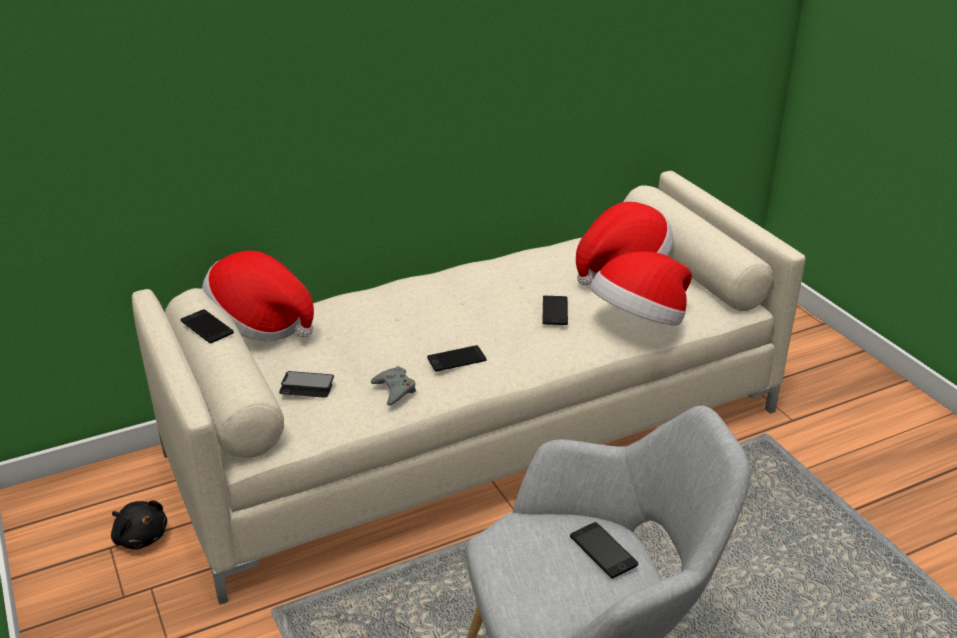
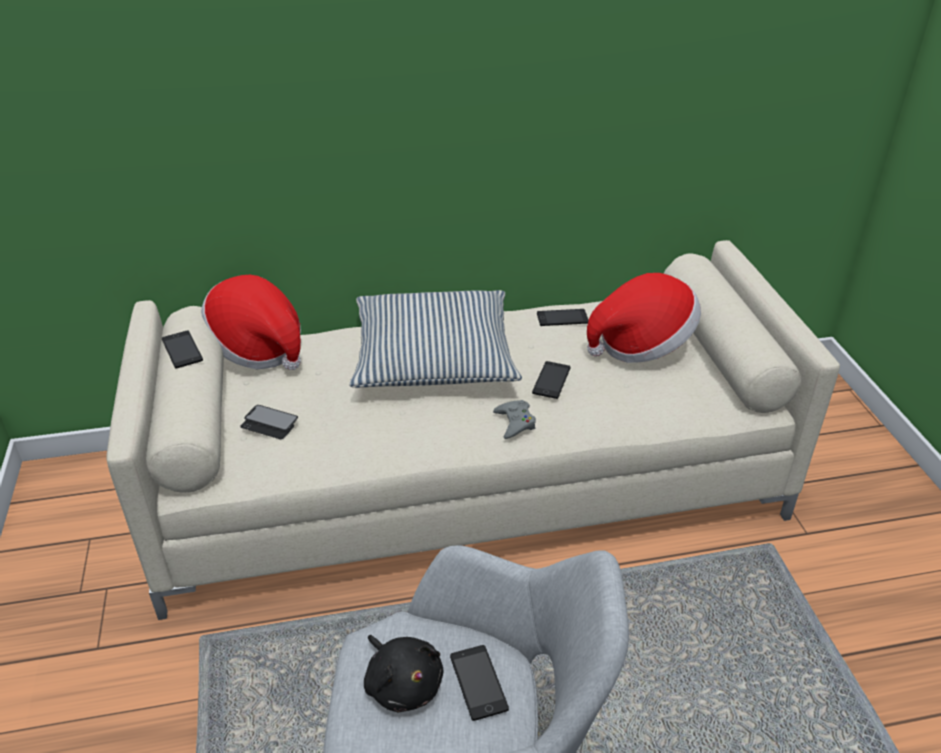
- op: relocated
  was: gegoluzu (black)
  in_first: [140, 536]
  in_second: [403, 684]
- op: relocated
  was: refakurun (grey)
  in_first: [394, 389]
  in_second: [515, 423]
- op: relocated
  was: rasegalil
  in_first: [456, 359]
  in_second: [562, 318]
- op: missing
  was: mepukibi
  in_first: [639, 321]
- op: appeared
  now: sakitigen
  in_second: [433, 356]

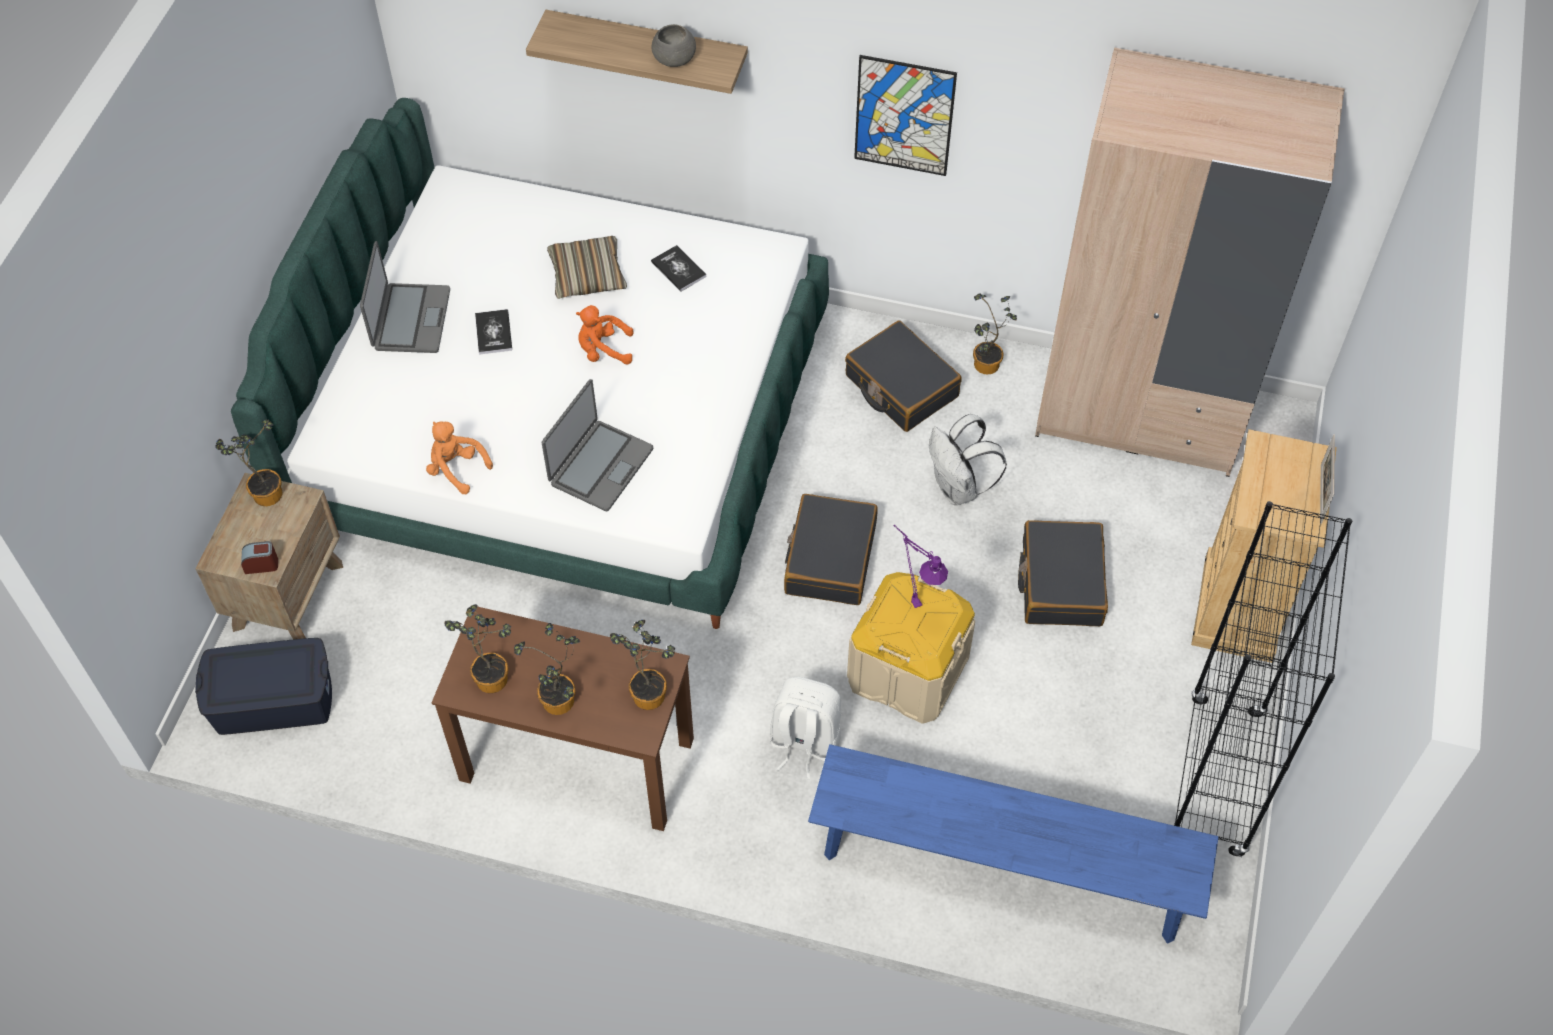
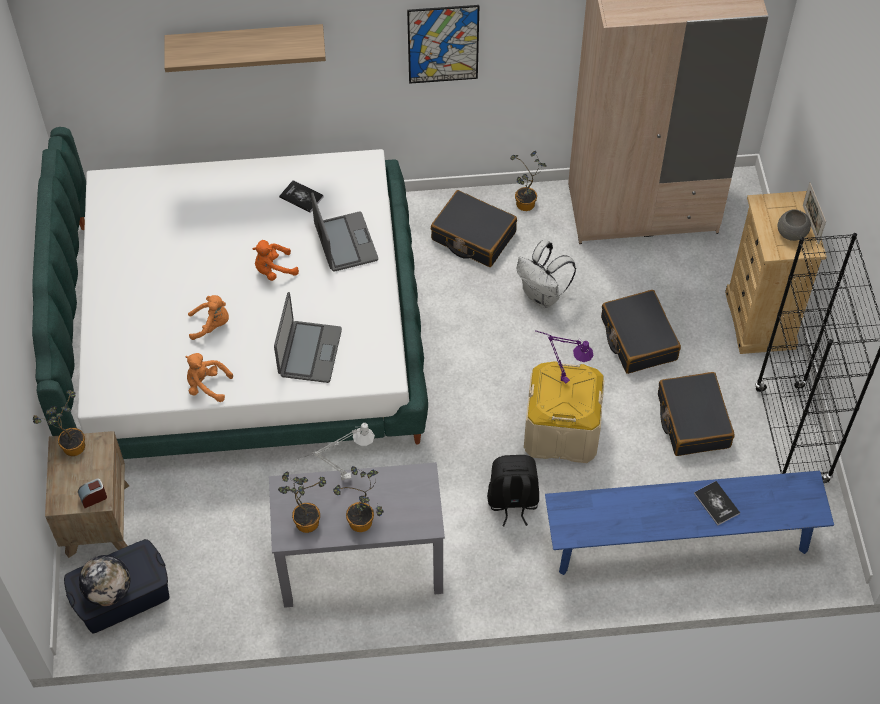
- op: relocated
  was: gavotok
  in_first: [410, 319]
  in_second: [345, 243]
- op: colour
  was: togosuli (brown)
  now: togosuli (grey)
  in_first: [576, 759]
  in_second: [360, 565]
- op: relocated
  was: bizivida
  in_first: [493, 332]
  in_second: [716, 503]
- op: missing
  was: sakitigen
  in_first: [587, 275]
- op: missing
  was: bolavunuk
  in_first: [649, 691]
- op: relocated
  was: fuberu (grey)
  in_first: [673, 59]
  in_second: [791, 233]
- op: colour
  was: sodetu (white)
  now: sodetu (black)
  in_first: [804, 742]
  in_second: [512, 502]
- op: relocated
  was: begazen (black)
  in_first: [829, 559]
  in_second: [692, 421]
- op: appeared
  now: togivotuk
  in_second: [109, 591]
- op: appeared
  now: gegoluzu (orange)
  in_second: [212, 325]
- op: appeared
  now: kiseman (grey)
  in_second: [337, 480]

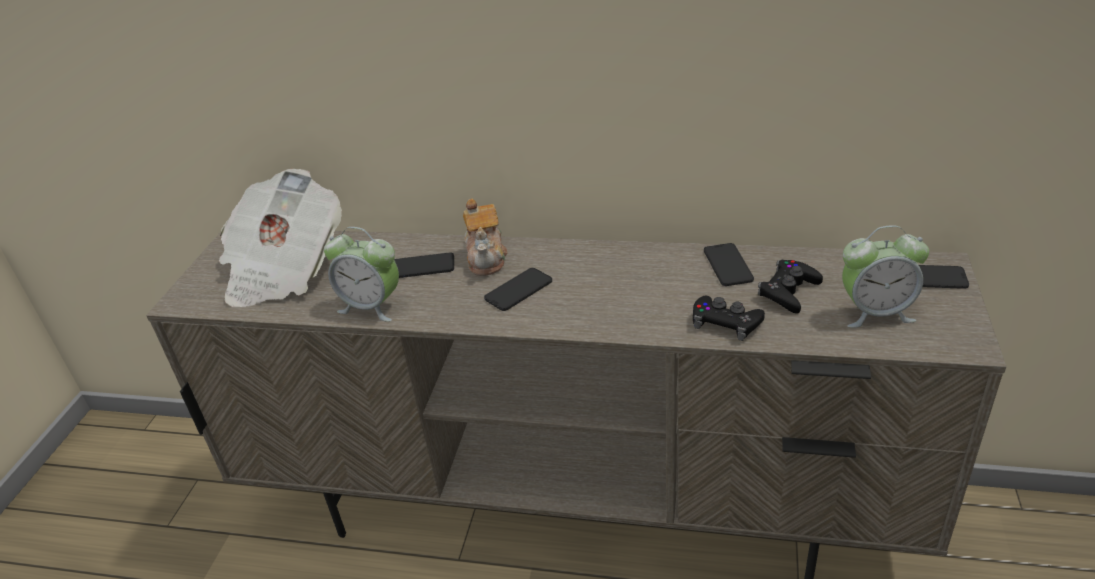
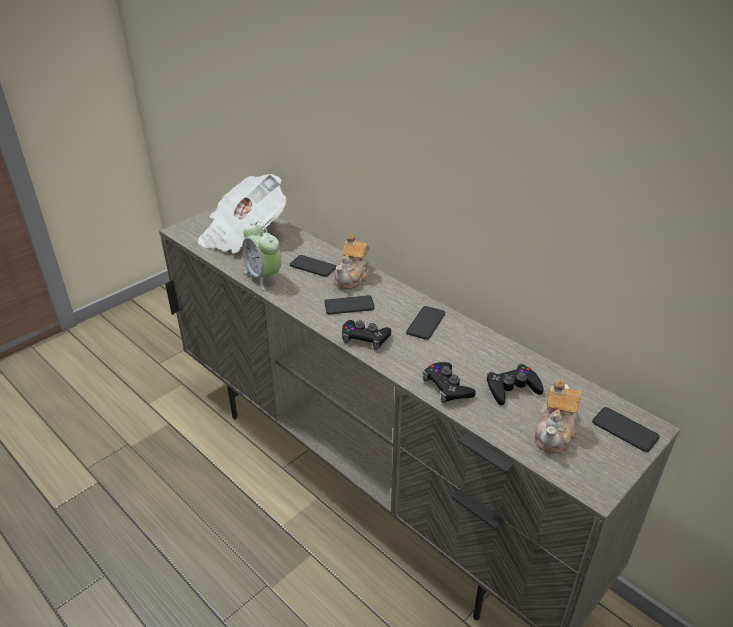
- op: relocated
  was: rasegalil
  in_first: [728, 265]
  in_second: [426, 323]
- op: exchanged
  was: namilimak
  now: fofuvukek
  in_first: [875, 312]
  in_second: [555, 432]
- op: appeared
  now: refakurun (black)
  in_second: [365, 338]

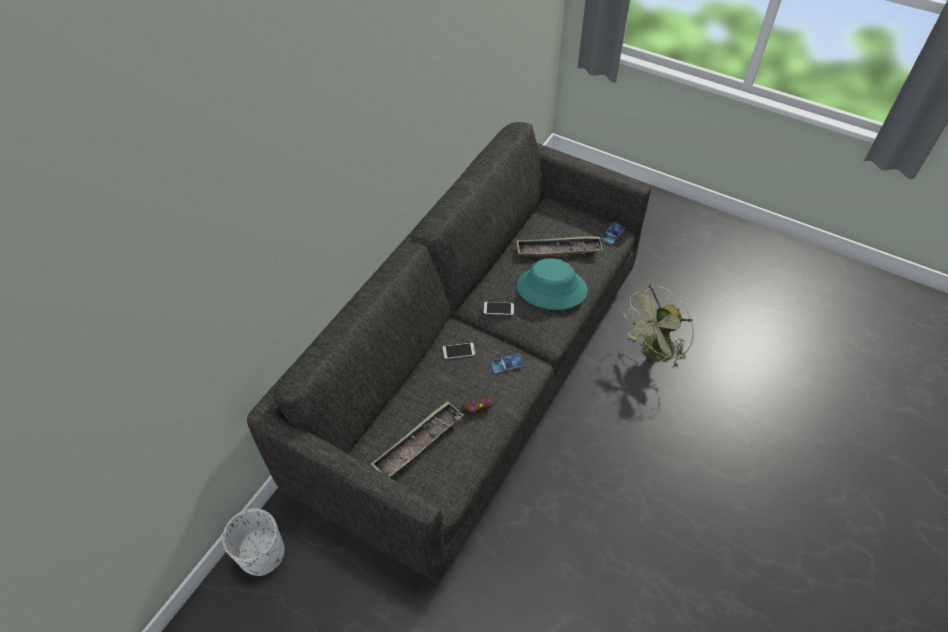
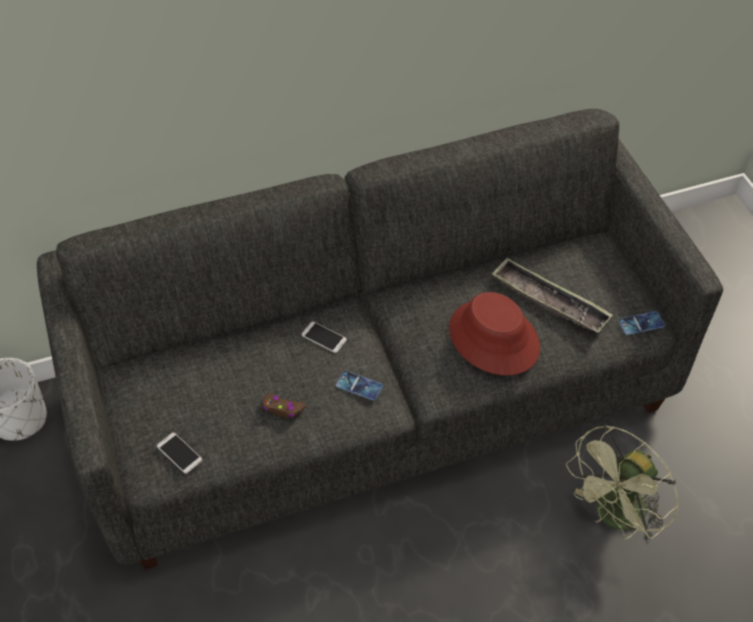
- op: missing
  was: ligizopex
  in_first: [418, 443]
- op: relocated
  was: rasegalil
  in_first: [498, 308]
  in_second: [179, 453]
- op: colour
  was: mepukibi (turquoise)
  now: mepukibi (red)
  in_first: [551, 289]
  in_second: [493, 338]
- op: spun
  was: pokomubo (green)
  in_first: [654, 353]
  in_second: [614, 517]
  clockwise: -45

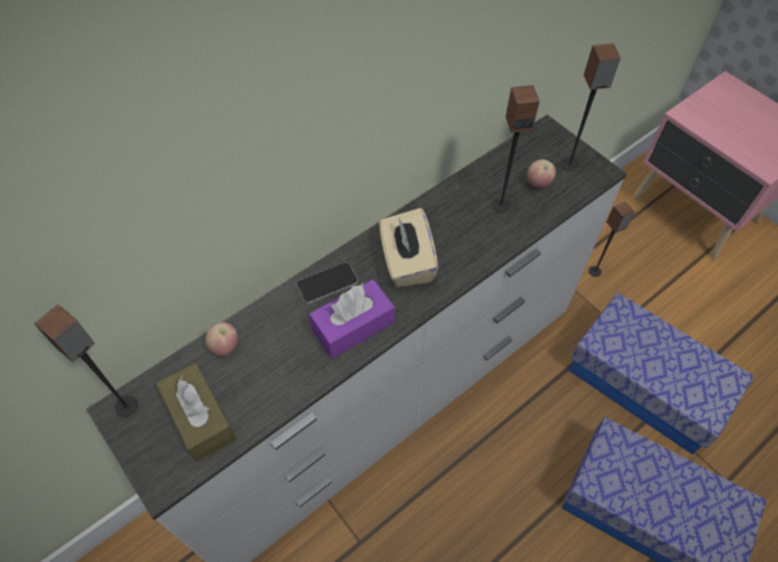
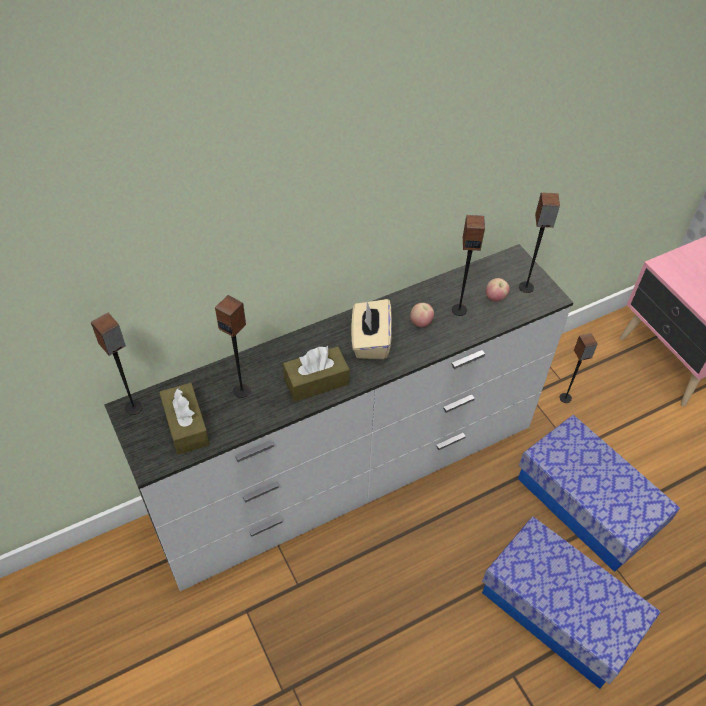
- op: relocated
  was: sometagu
  in_first: [225, 347]
  in_second: [421, 323]
- op: missing
  was: rasegalil
  in_first: [327, 283]
- op: colour
  was: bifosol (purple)
  now: bifosol (brown)
  in_first: [353, 326]
  in_second: [316, 381]
- op: appeared
  now: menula
  in_second: [242, 390]

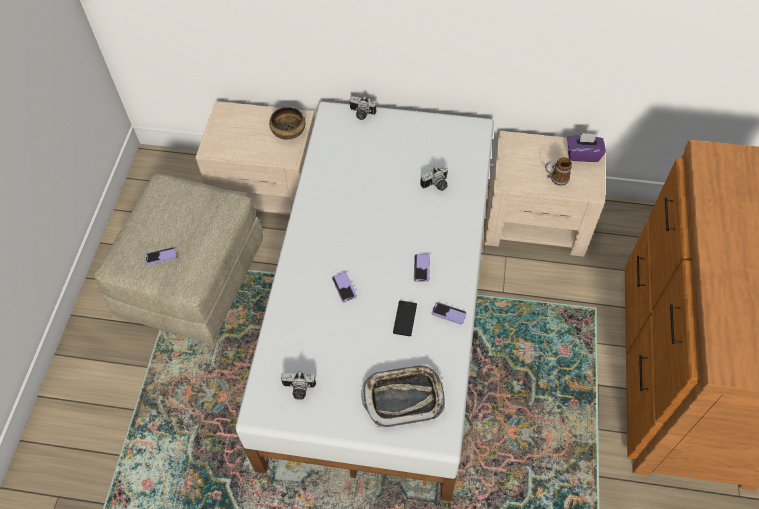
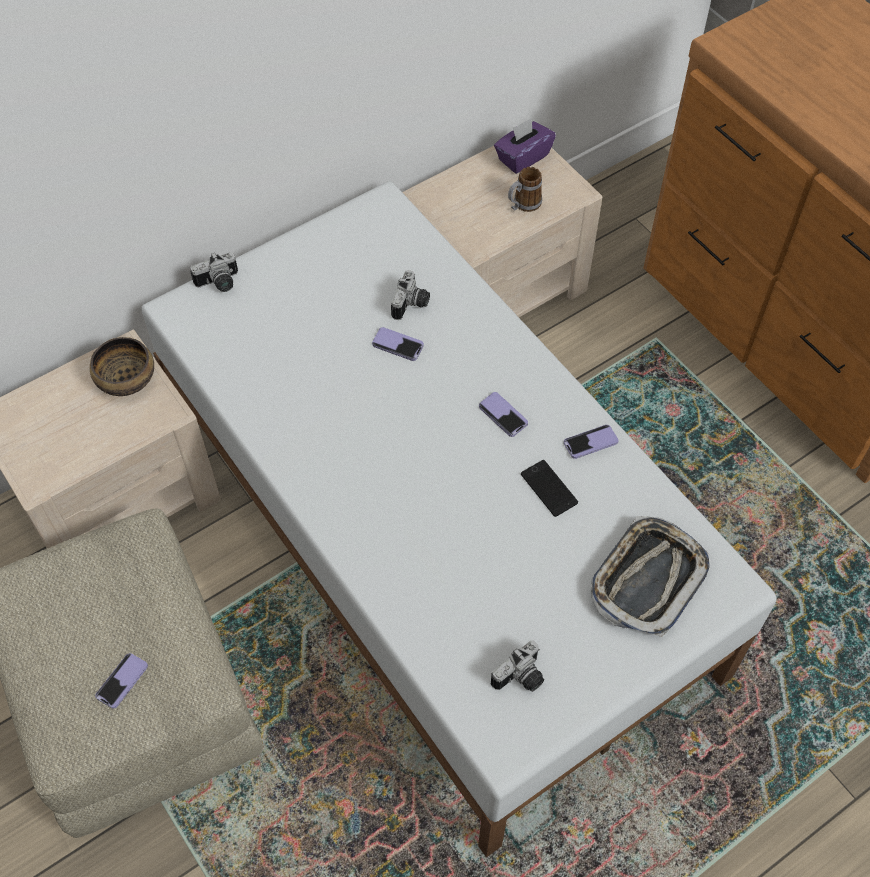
- op: relocated
  was: rasegalil
  in_first: [344, 287]
  in_second: [397, 345]

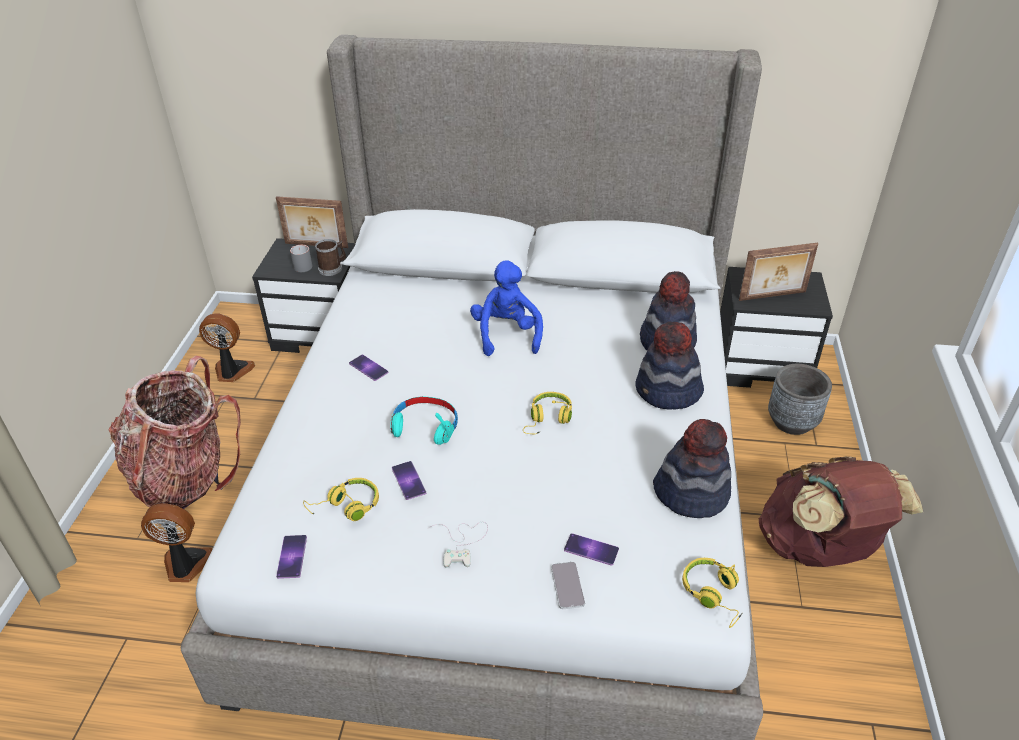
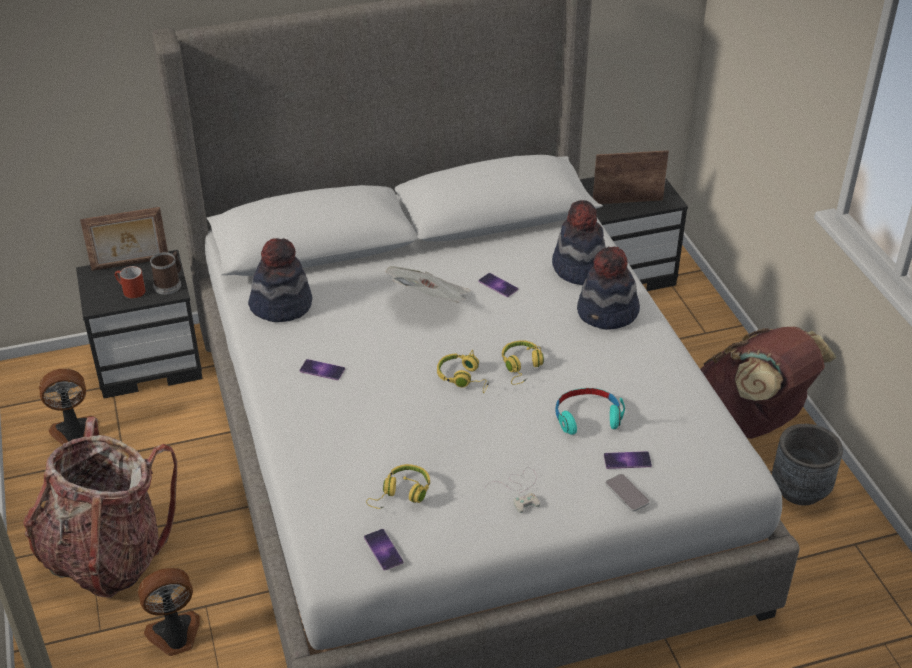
- op: colour
  was: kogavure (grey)
  now: kogavure (red)
  in_first: [300, 266]
  in_second: [130, 291]
- op: relocated
  was: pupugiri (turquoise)
  in_first: [425, 426]
  in_second: [587, 417]
- op: relocated
  was: rasegalil
  in_first: [408, 480]
  in_second: [498, 285]
- op: exchanged
  was: gegoluzu (blue)
  now: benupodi
  in_first: [506, 334]
  in_second: [430, 301]
- op: relocated
  was: mepukibi
  in_first: [691, 493]
  in_second: [281, 305]
- op: relocated
  was: pupugiri (yellow)
  in_first: [714, 595]
  in_second: [464, 378]
- op: spun
  was: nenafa
  in_first: [773, 296]
  in_second: [627, 201]
  clockwise: -150
- op: relocated
  was: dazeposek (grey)
  in_first: [792, 422]
  in_second: [800, 490]

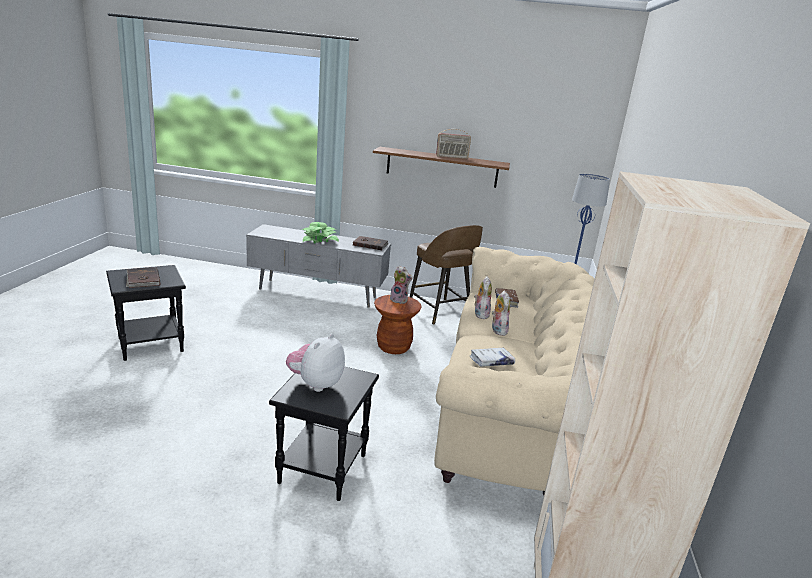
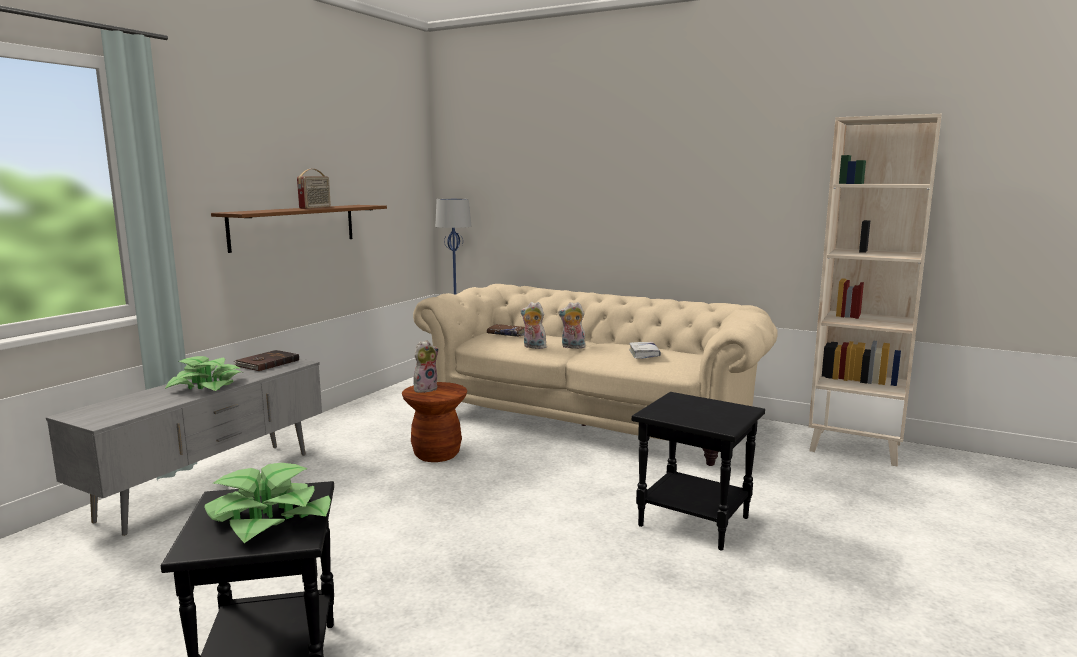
- op: exchanged
  was: bizivida (brown)
  now: bolavunuk
  in_first: [142, 279]
  in_second: [269, 519]
- op: missing
  was: gegoluzu
  in_first: [315, 384]
- op: missing
  was: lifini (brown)
  in_first: [440, 312]

